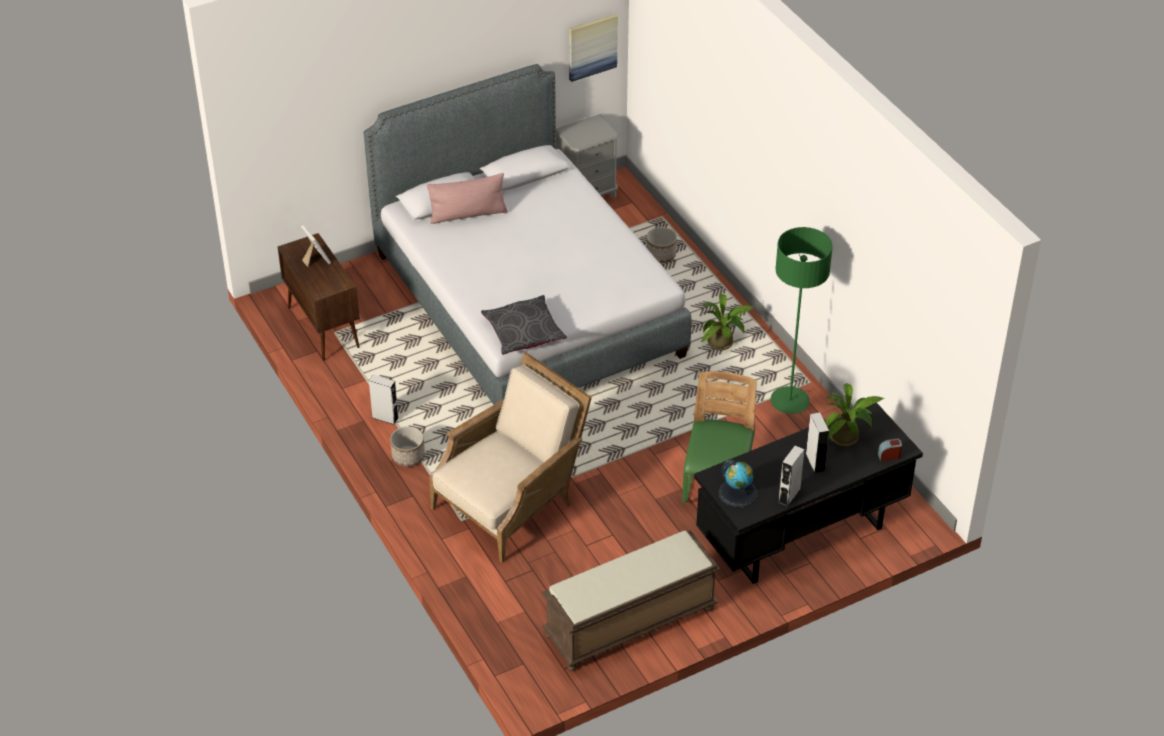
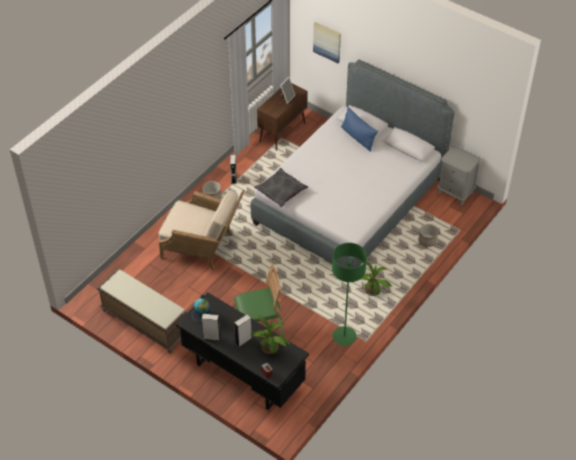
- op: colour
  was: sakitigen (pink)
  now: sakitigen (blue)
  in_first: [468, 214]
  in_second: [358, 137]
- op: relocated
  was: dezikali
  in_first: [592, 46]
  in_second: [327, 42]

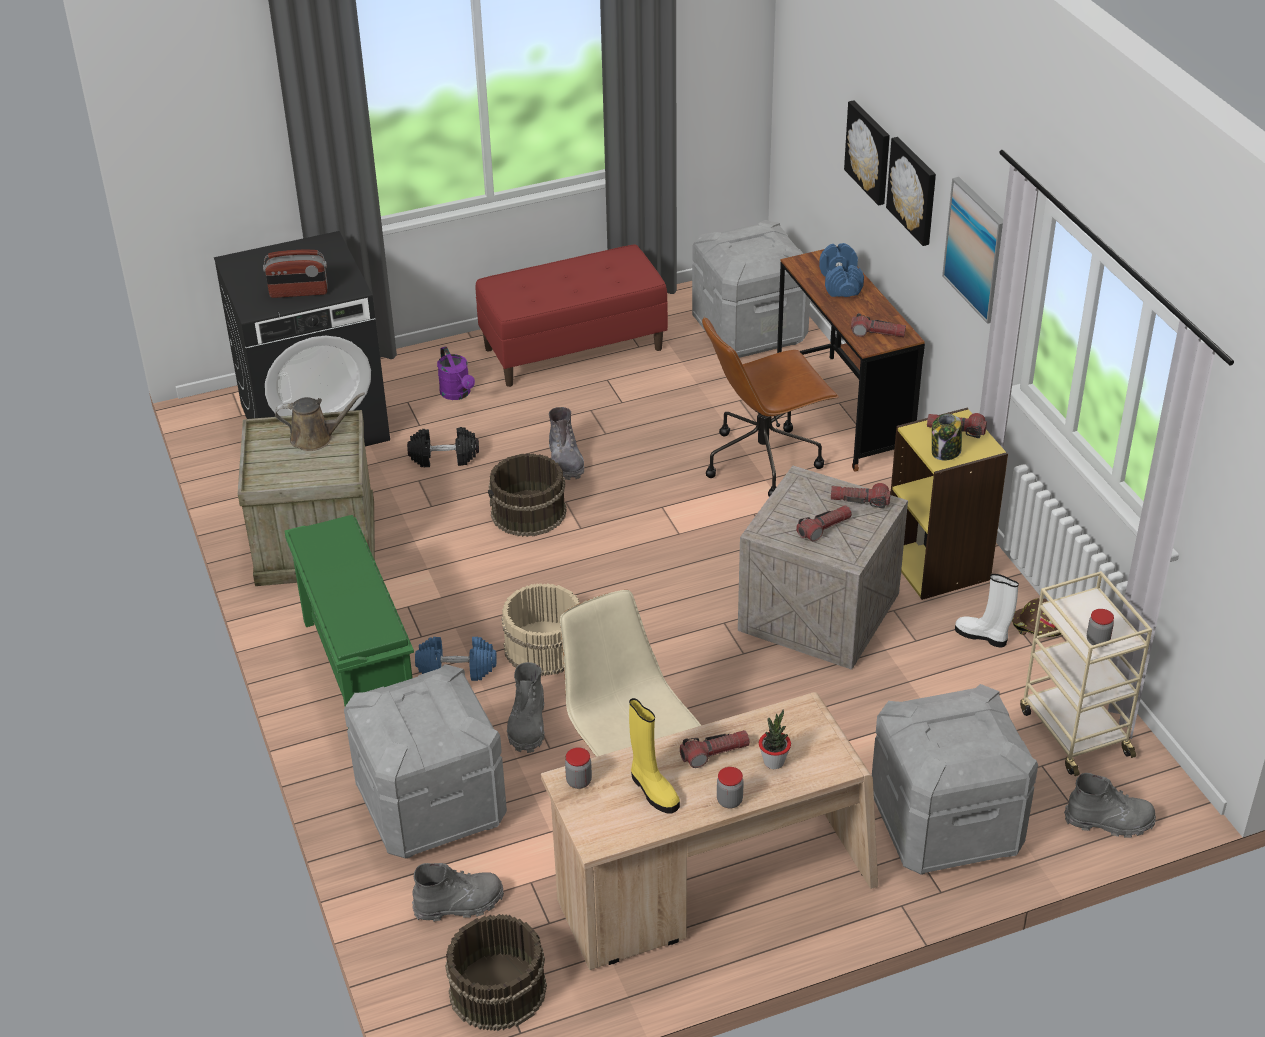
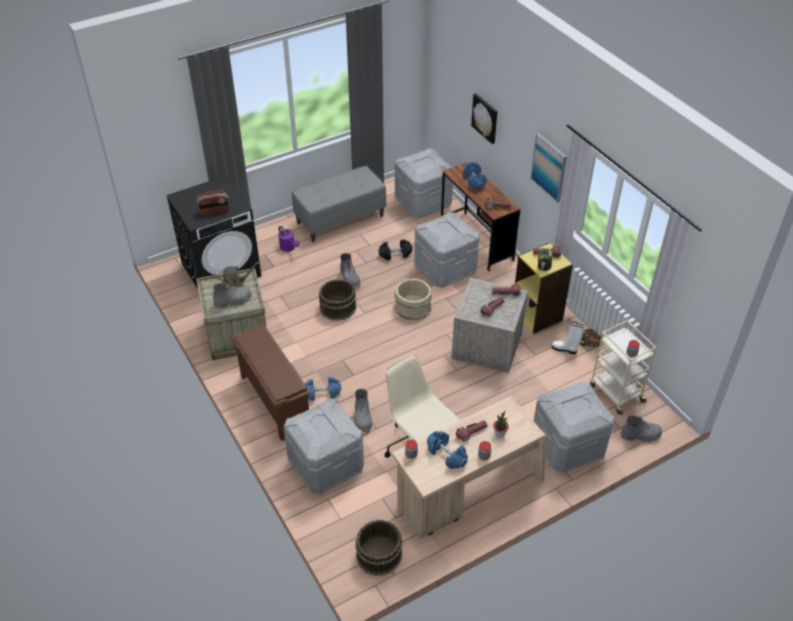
- op: colour
  was: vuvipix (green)
  now: vuvipix (brown)
  in_first: [357, 673]
  in_second: [274, 401]
- op: relocated
  was: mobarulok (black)
  in_first: [444, 457]
  in_second: [395, 254]
- op: relocated
  was: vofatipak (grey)
  in_first: [459, 904]
  in_second: [233, 301]
- op: colour
  was: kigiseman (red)
  now: kigiseman (grey)
  in_first: [574, 348]
  in_second: [340, 219]
- op: relocated
  was: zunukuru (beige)
  in_first: [543, 647]
  in_second: [412, 307]
- op: exchanged
  was: vofatipak (yellow)
  now: mobarulok (blue)
  in_first: [653, 790]
  in_second: [447, 455]
- op: exchanged
  was: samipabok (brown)
  now: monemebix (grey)
  in_first: [764, 460]
  in_second: [444, 269]
- op: missing
  was: dezikali
  in_first: [914, 190]

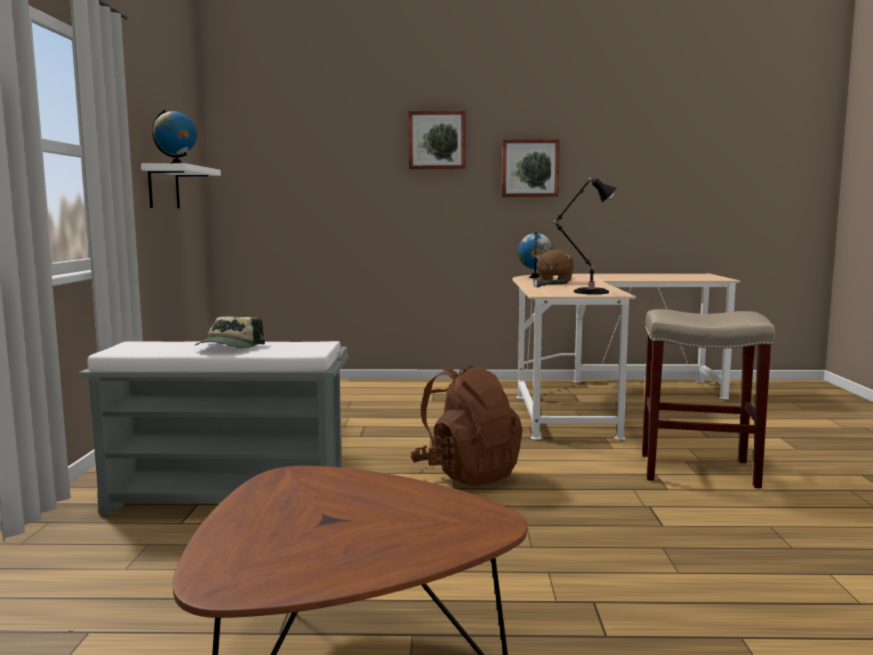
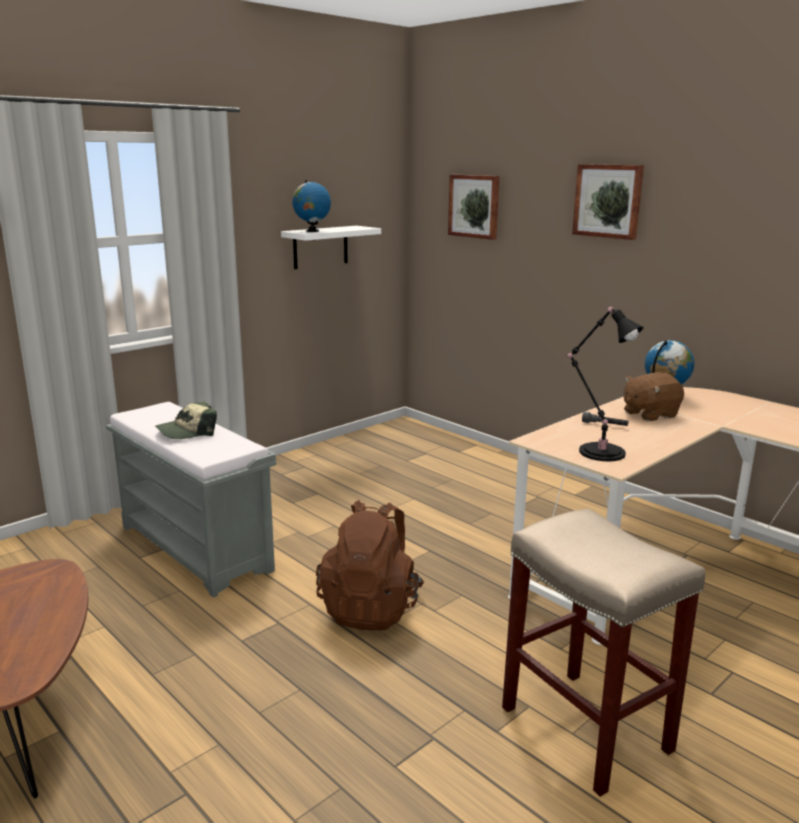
- op: relocated
  was: dezikali
  in_first: [530, 168]
  in_second: [474, 206]

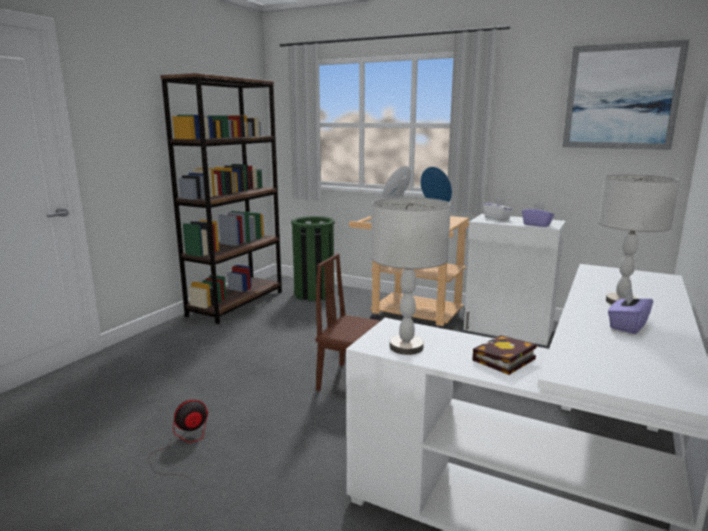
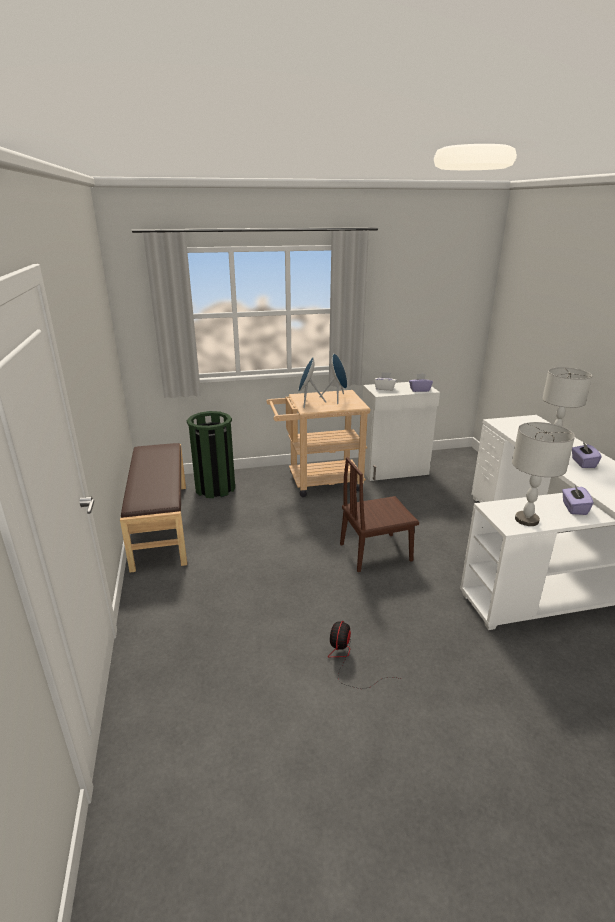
- op: exchanged
  was: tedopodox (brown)
  now: kigiseman (brown)
  in_first: [236, 303]
  in_second: [160, 524]
- op: exchanged
  was: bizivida
  now: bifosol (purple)
  in_first: [503, 360]
  in_second: [574, 508]
- op: missing
  was: dezikali
  in_first: [621, 97]

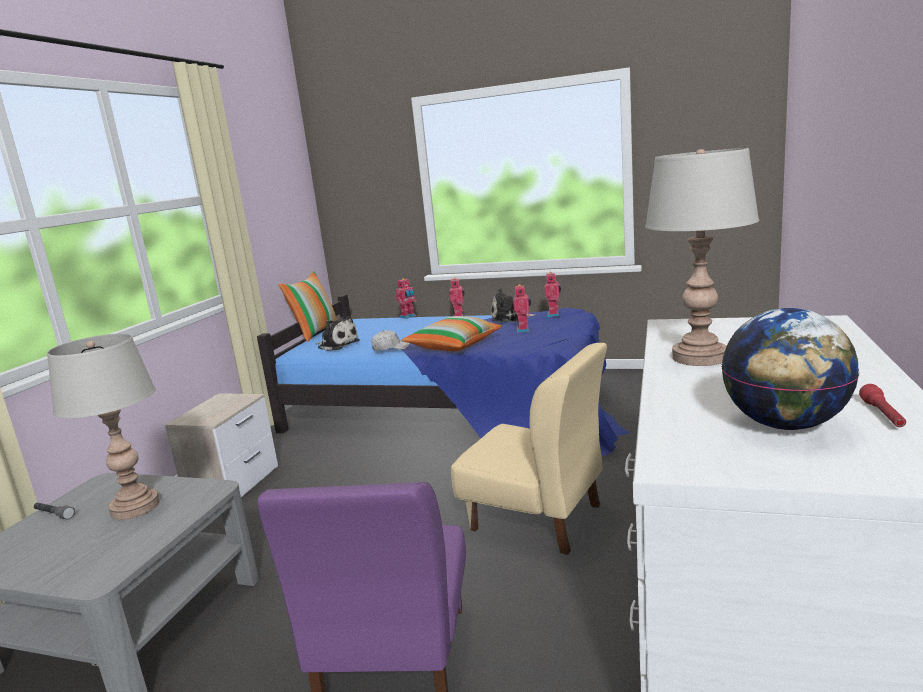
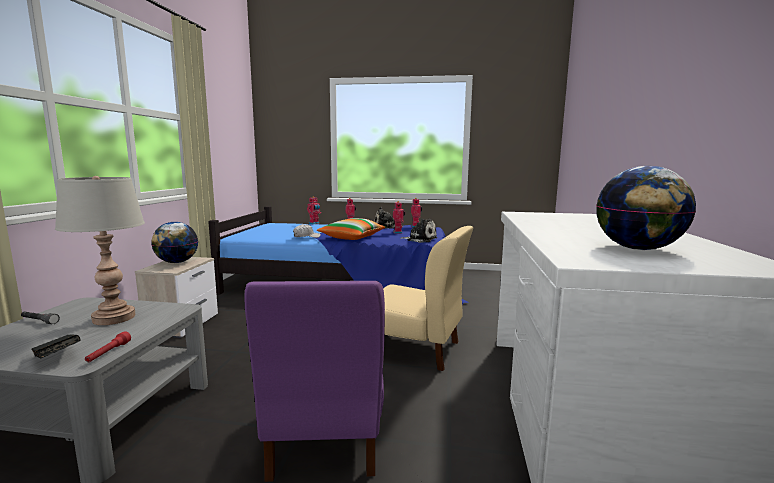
- op: missing
  was: sakitigen
  in_first: [315, 332]
- op: relocated
  was: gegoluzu
  in_first: [337, 345]
  in_second: [420, 239]
- op: missing
  was: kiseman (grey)
  in_first: [699, 357]
- op: relocated
  was: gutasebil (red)
  in_first: [883, 415]
  in_second: [108, 353]
- op: appeared
  now: bizivida (black)
  in_second: [57, 357]
- op: appeared
  now: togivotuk
  in_second: [177, 262]

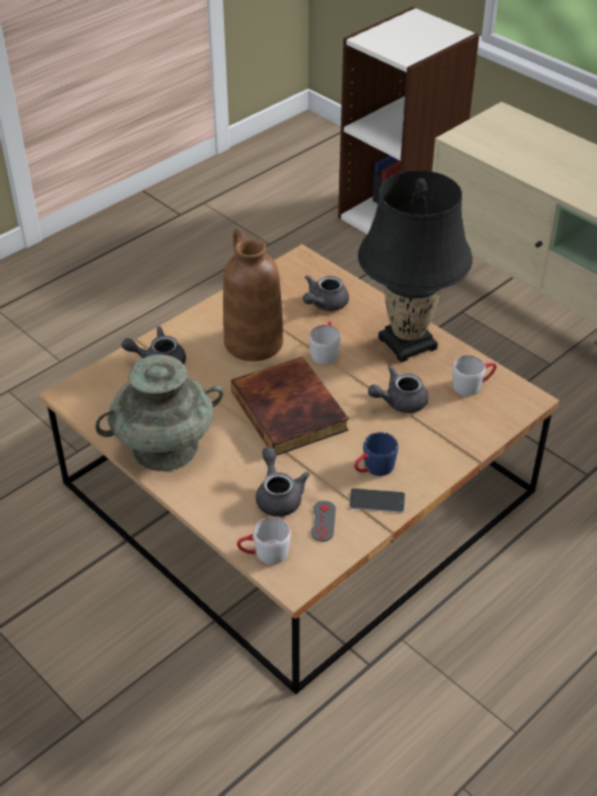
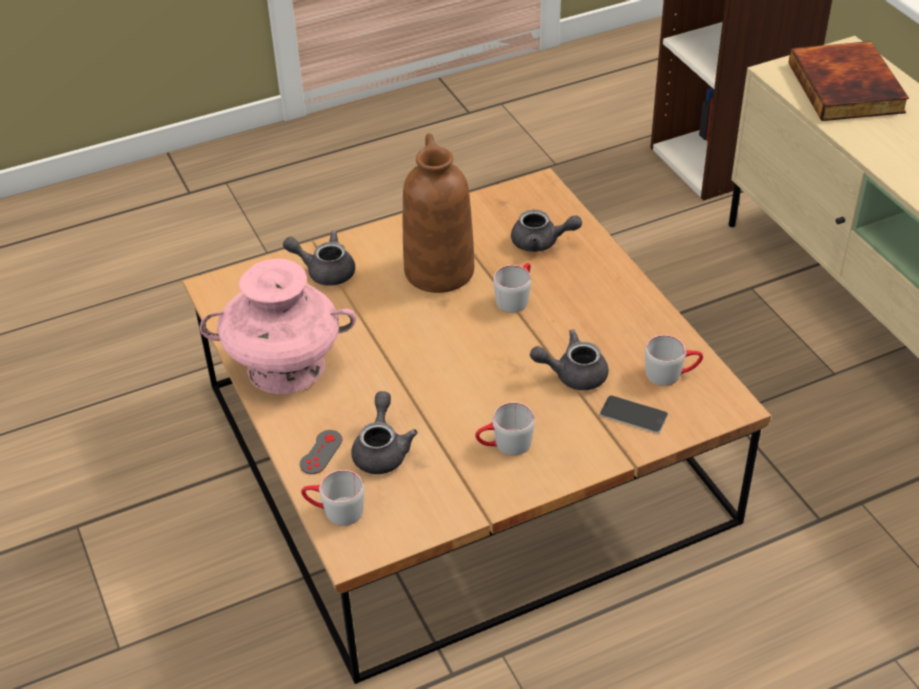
- op: colour
  was: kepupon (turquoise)
  now: kepupon (pink)
  in_first: [164, 448]
  in_second: [285, 368]
- op: relocated
  was: bizivida
  in_first: [291, 410]
  in_second: [848, 88]
- op: spun
  was: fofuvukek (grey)
  in_first: [324, 304]
  in_second: [541, 242]
  clockwise: -135
- op: relocated
  was: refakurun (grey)
  in_first: [323, 521]
  in_second: [321, 452]
- op: relocated
  was: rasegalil
  in_first: [377, 501]
  in_second: [633, 414]
- op: colour
  was: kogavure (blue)
  now: kogavure (grey)
  in_first: [373, 469]
  in_second: [504, 445]
- op: missing
  was: kiseman (black)
  in_first: [408, 343]

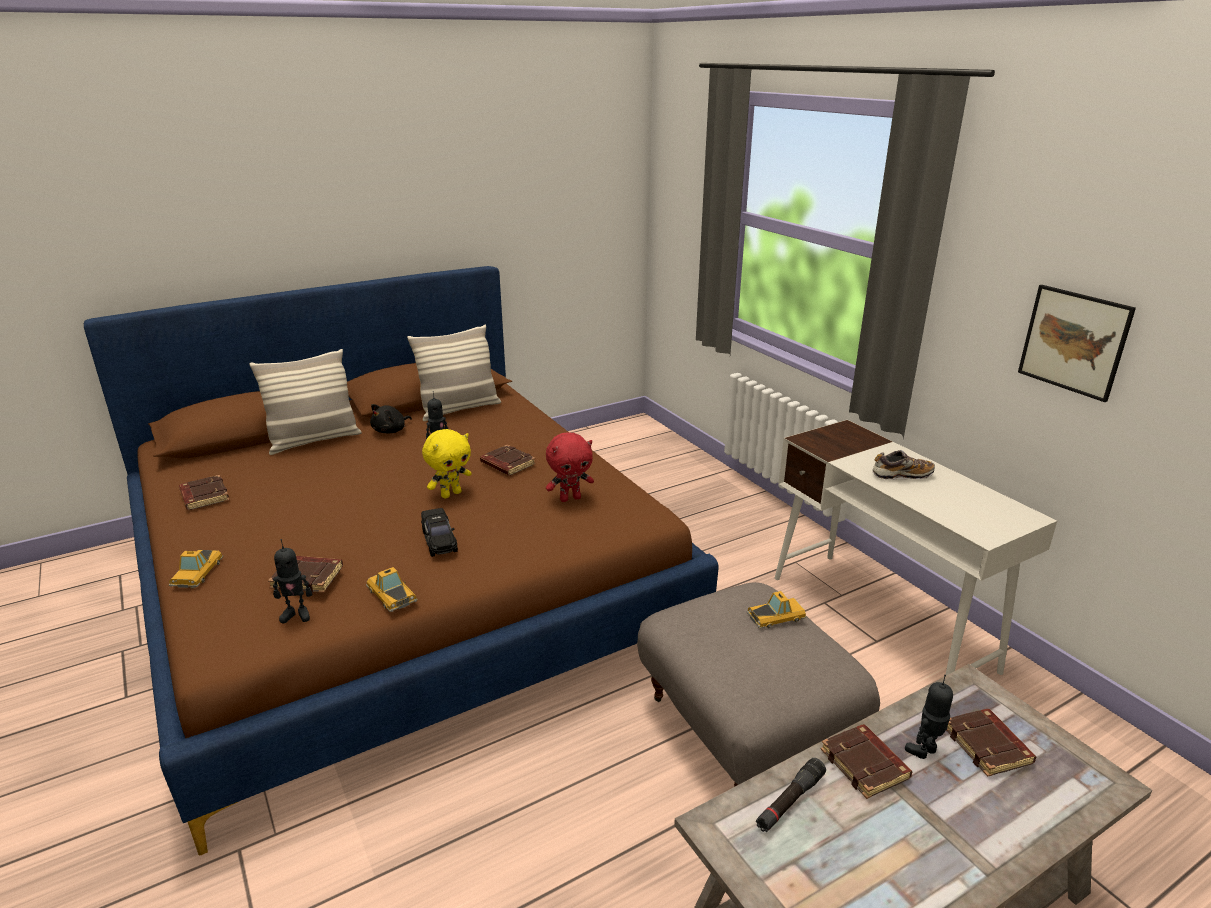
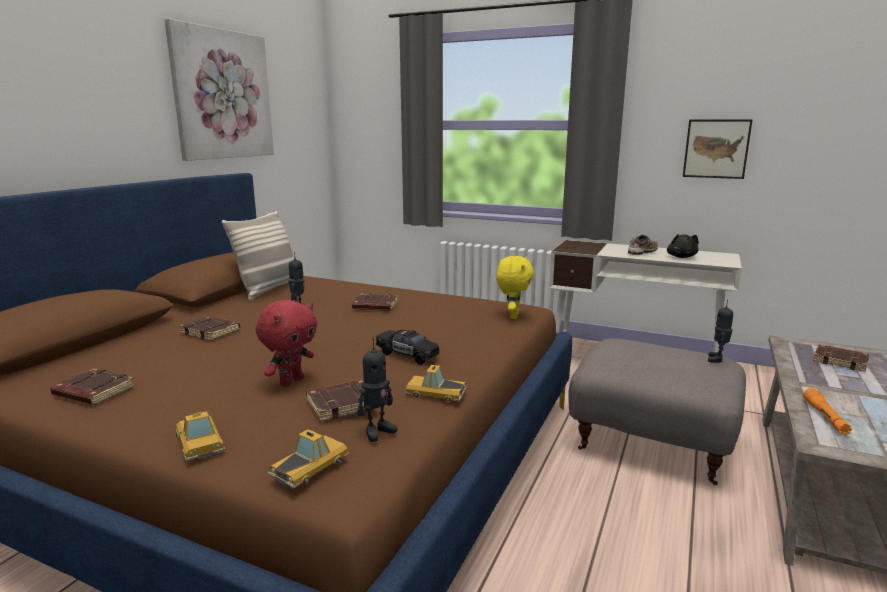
- op: missing
  was: sakitigen
  in_first: [314, 440]
- op: relocated
  was: gegoluzu (black)
  in_first: [391, 431]
  in_second: [681, 257]
- op: relocated
  was: gegoluzu (yellow)
  in_first: [451, 494]
  in_second: [512, 316]
- op: relocated
  was: gegoluzu (red)
  in_first: [570, 498]
  in_second: [291, 381]
- op: relocated
  was: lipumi
  in_first: [777, 616]
  in_second: [311, 466]
- op: colour
  was: gutasebil (black)
  now: gutasebil (orange)
  in_first: [790, 801]
  in_second: [825, 417]
- op: relocated
  was: bizivida (brown)
  in_first: [866, 765]
  in_second: [211, 332]
- op: relocated
  was: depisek
  in_first: [925, 751]
  in_second: [717, 359]
- op: appeared
  now: dezikali
  in_second: [223, 95]

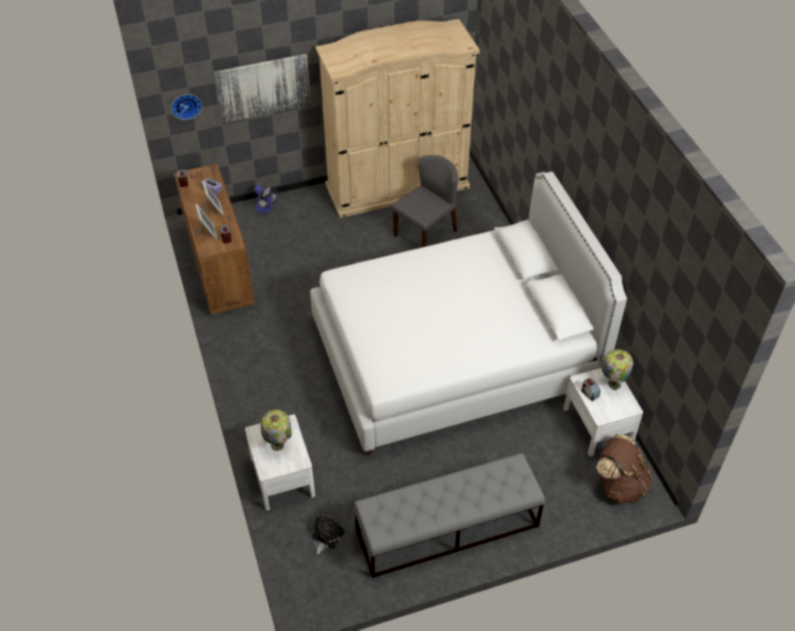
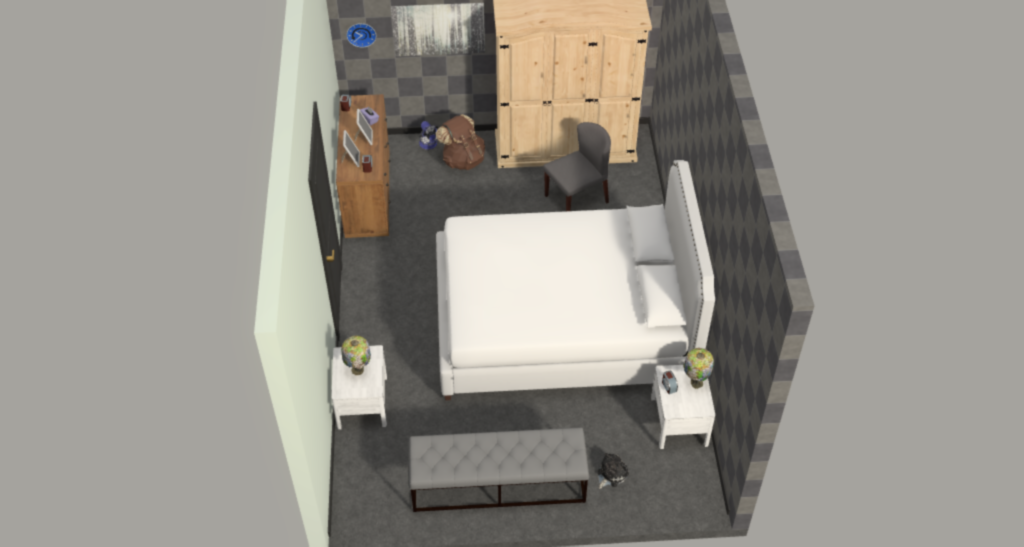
- op: relocated
  was: gegoluzu
  in_first: [326, 536]
  in_second: [611, 474]
- op: relocated
  was: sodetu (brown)
  in_first: [620, 485]
  in_second: [462, 160]

